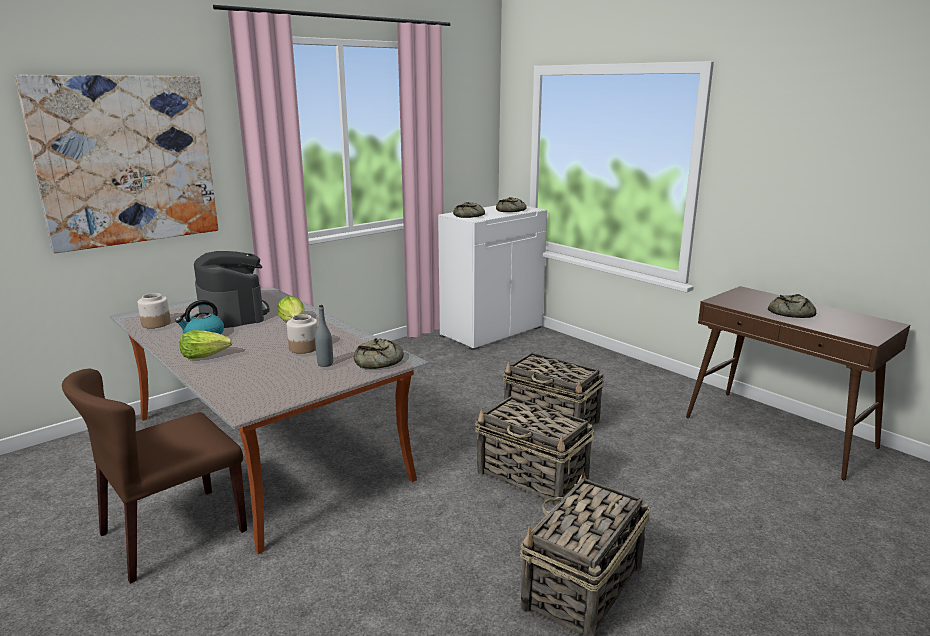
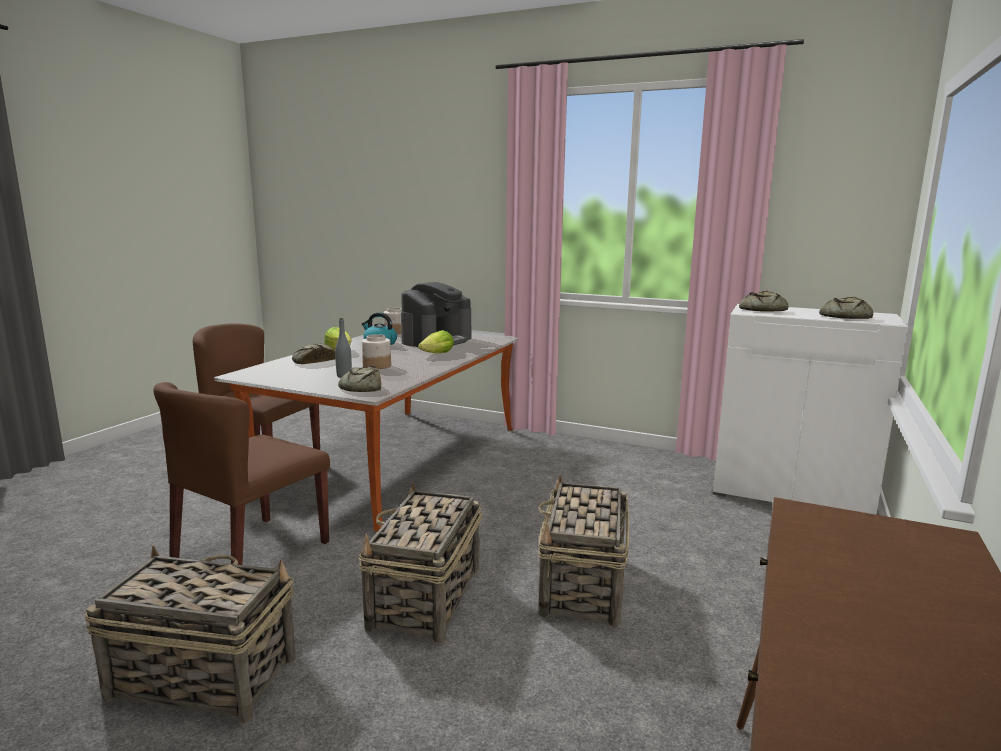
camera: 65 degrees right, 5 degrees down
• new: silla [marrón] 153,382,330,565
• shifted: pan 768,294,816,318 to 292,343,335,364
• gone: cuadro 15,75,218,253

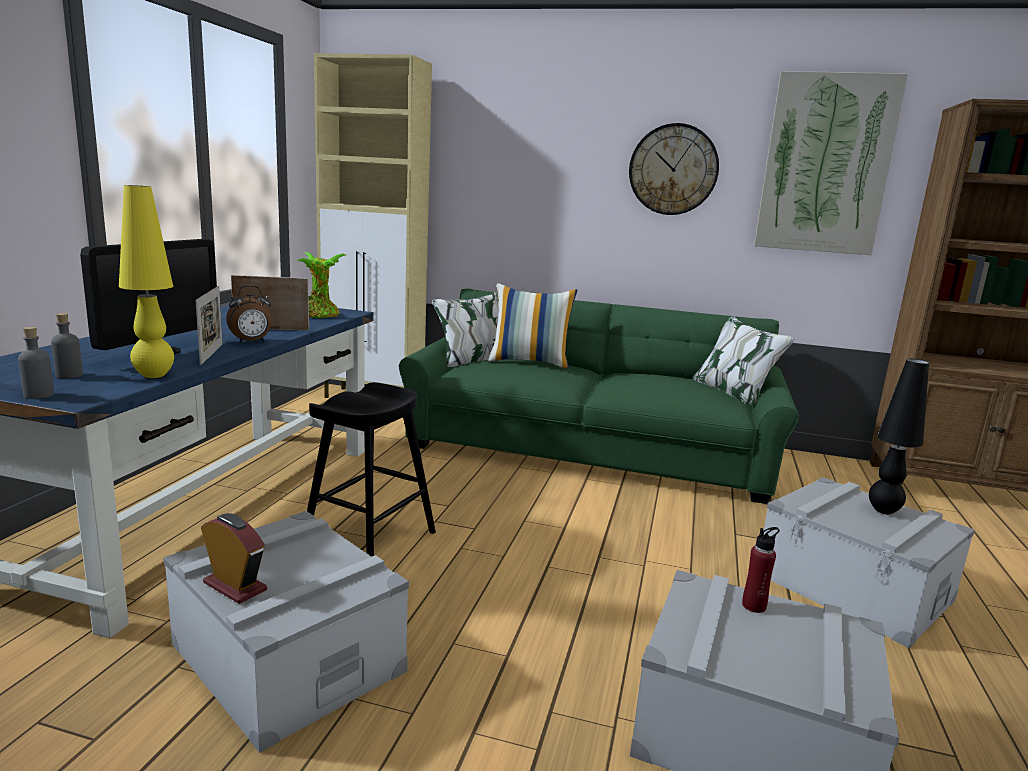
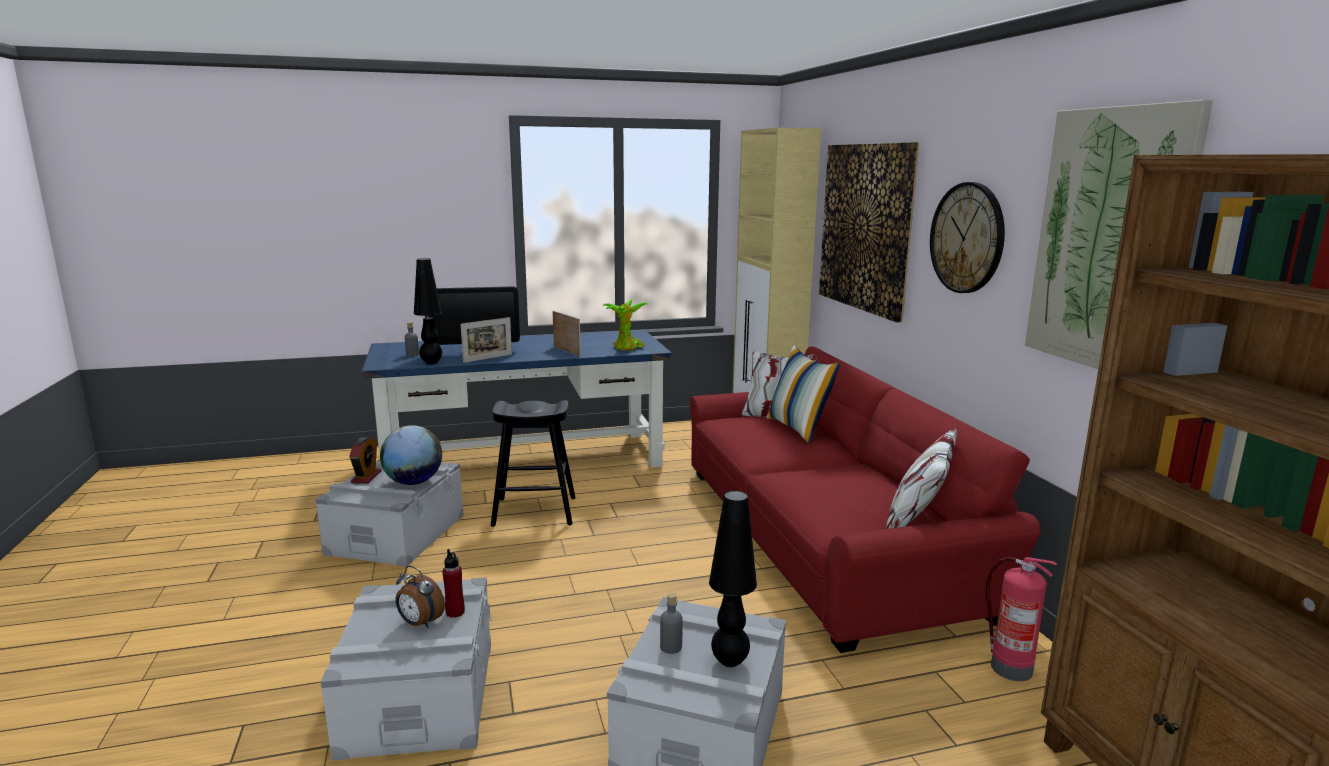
camera: 60 degrees right, 0 degrees up
• new: globo terráqueo 380,425,442,485
• shifted: despertador 226,285,272,343 to 396,566,445,628
• repainted: lámpara de mesa [amarillo] 119,185,174,378 to lámpara de mesa [negro] 414,258,442,364
• shifted: botella [gris] 18,327,54,399 to 660,593,683,654
• repainted: sofá [verde] 399,289,799,504 to sofá [rojo] 690,347,1041,653
• new: cuadro 819,142,919,322
• new: extintor 986,557,1057,681

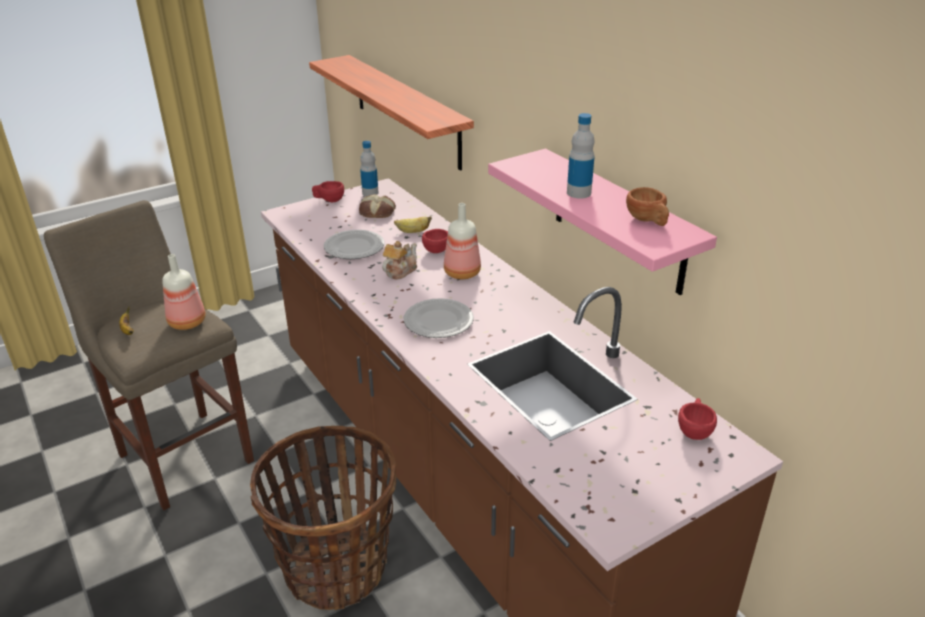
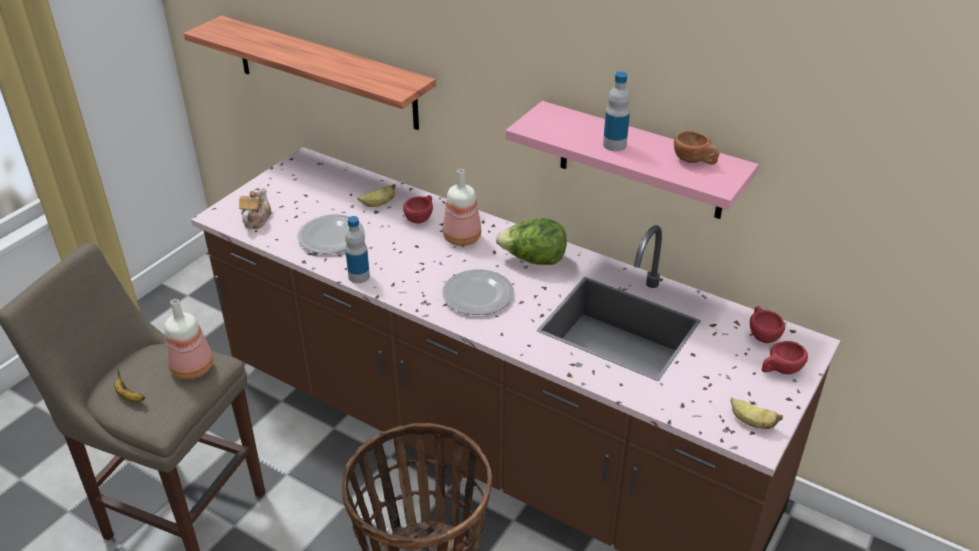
camera: 25 degrees left, 5 degrees up
• shifted: tetera 382,241,417,280 to 239,188,272,229
• shifted: botella 360,141,379,196 to 345,216,370,283
• new: lechuga 496,218,567,265
• new: plátano 731,397,783,429
• shifted: taza [rojo] 312,181,344,202 to 762,341,808,374
• gone: pan 359,194,396,218

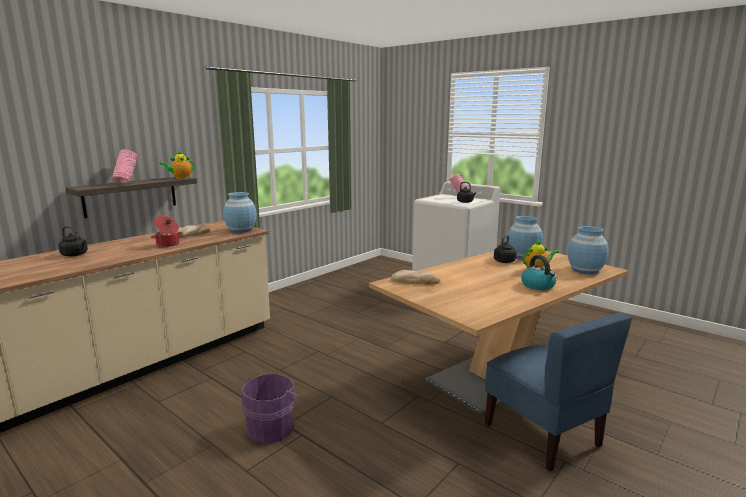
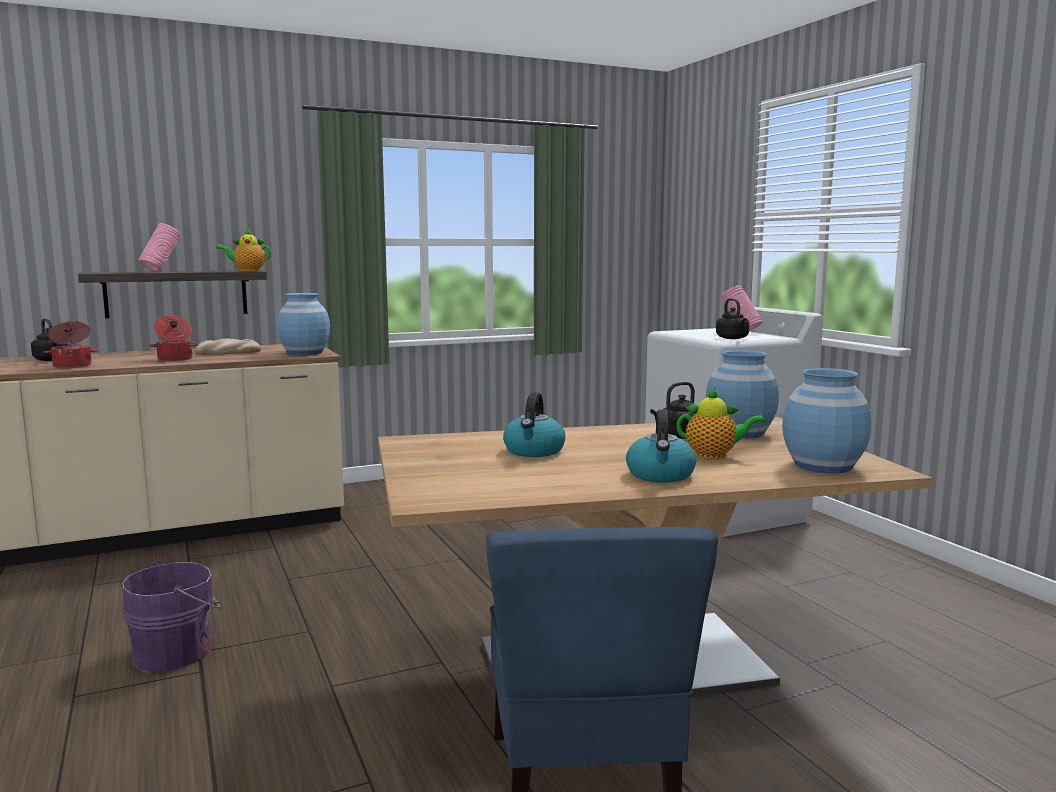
camera: 25 degrees right, 5 degrees down
• new: olla 43,321,98,368
• new: hervidor 503,392,566,457
• gone: pan 391,270,440,285

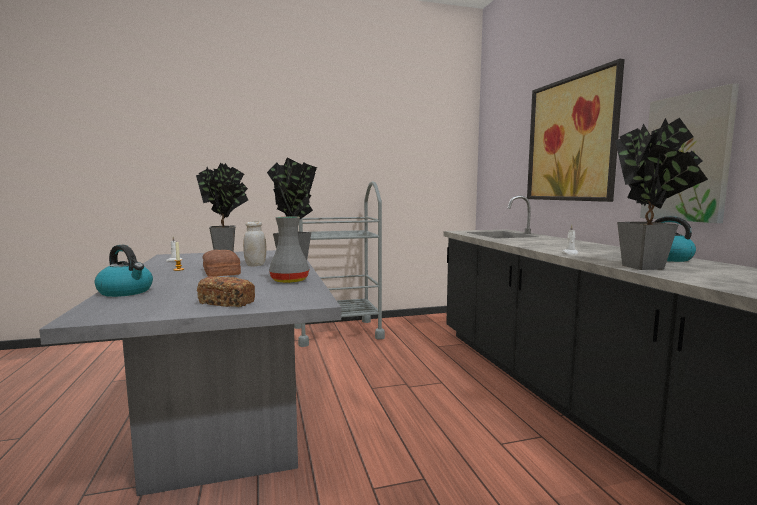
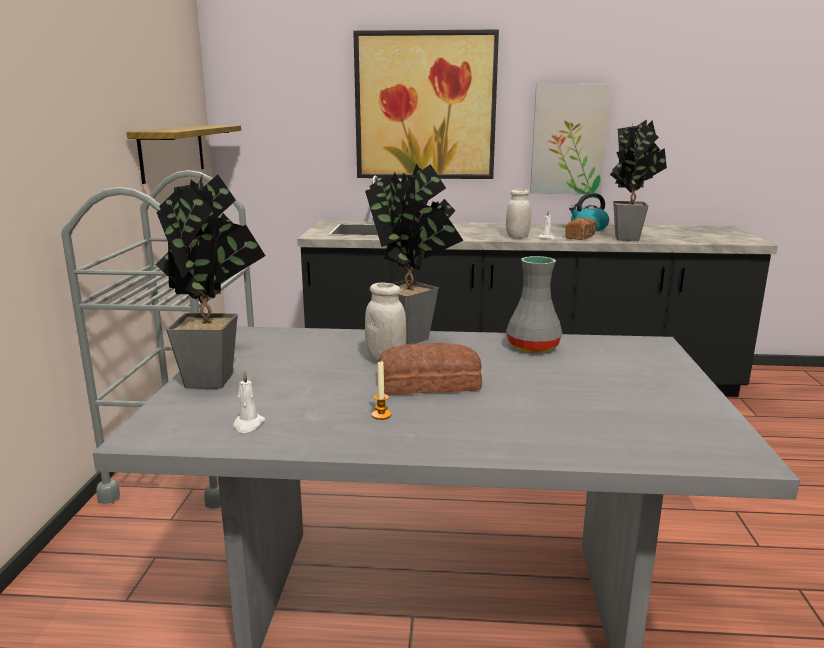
camera: 70 degrees left, 10 degrees up
• new: estante 127,125,241,184
• new: tarro [blanco] 506,189,531,238
• shifted: pan 197,276,255,307 to 565,218,596,240
• gone: hervidor 95,245,153,297

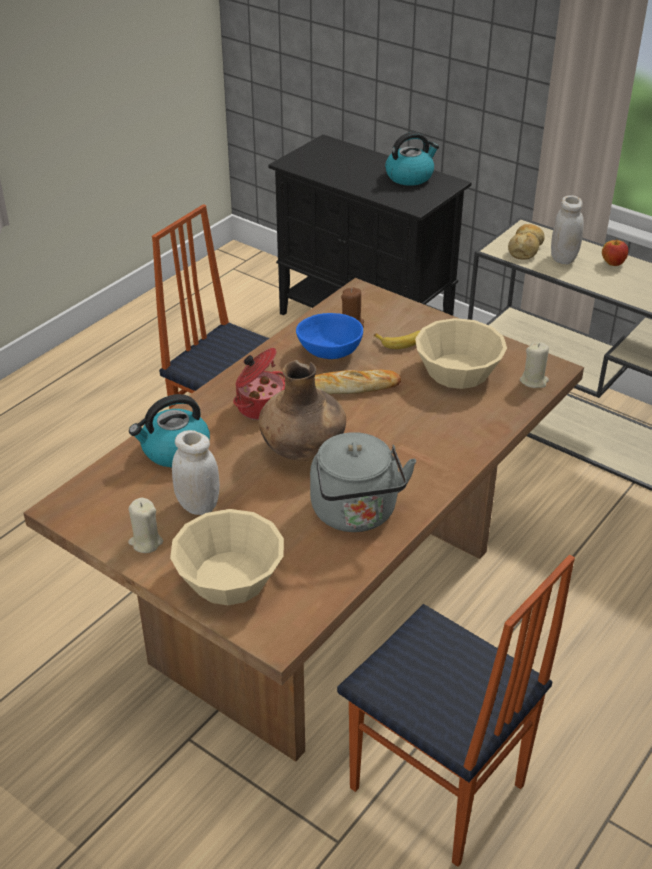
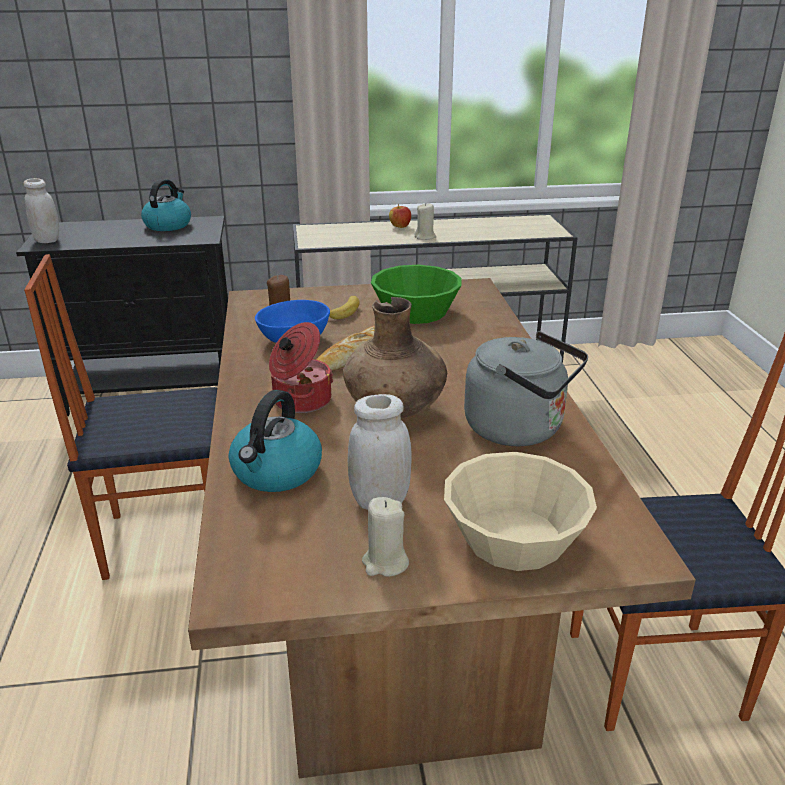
camera: 45 degrees left, 10 degrees down
• shifted: tarro [blanco] 551,195,584,264 to 24,178,59,243
• repainted: cuenco [beis] 415,318,507,389 to cuenco [verde] 371,265,461,324
• shifted: vela [beis] 520,342,549,388 to 415,203,436,240
• gone: pan 508,224,545,259

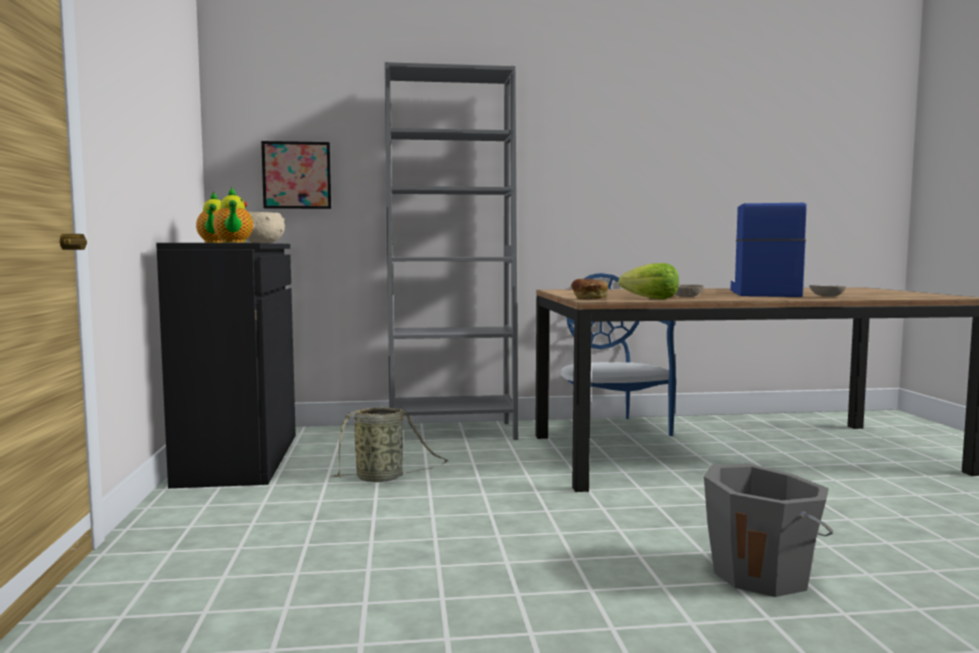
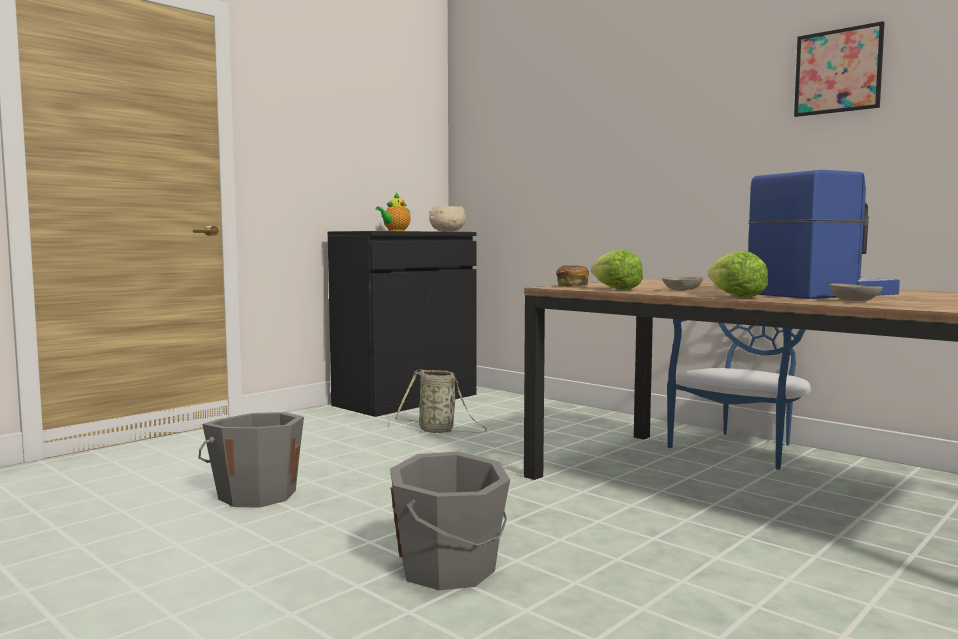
camera: 50 degrees right, 0 degrees up
• new: cubo [gris] 199,412,304,508
• new: lechuga 708,251,768,298
• shifted: cuadro 261,141,331,209 to 794,21,885,117
• gone: tetera 213,187,253,243
• gone: estantería [gris] 385,62,518,440

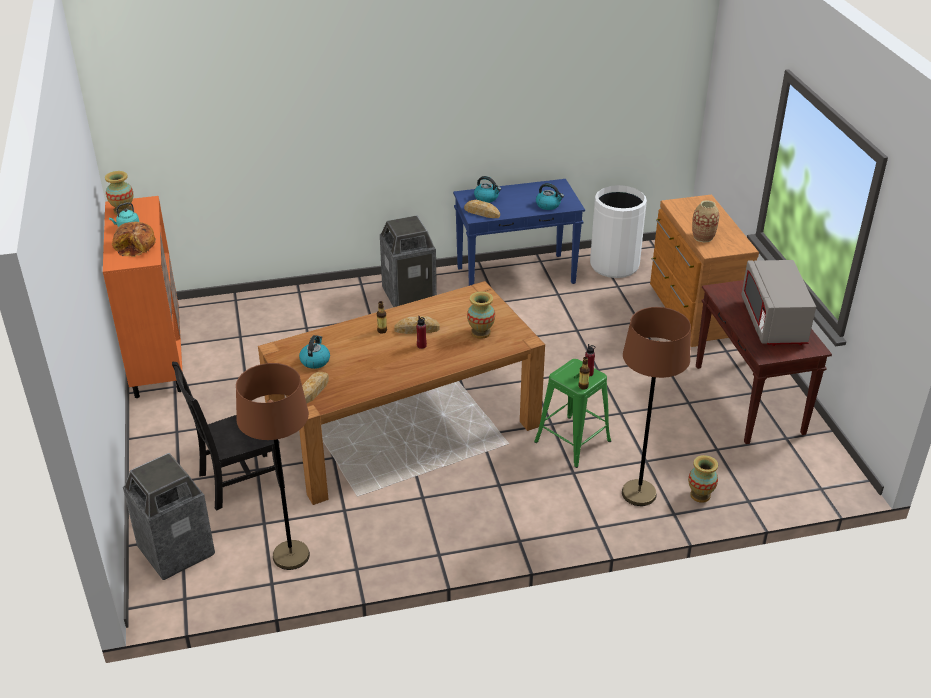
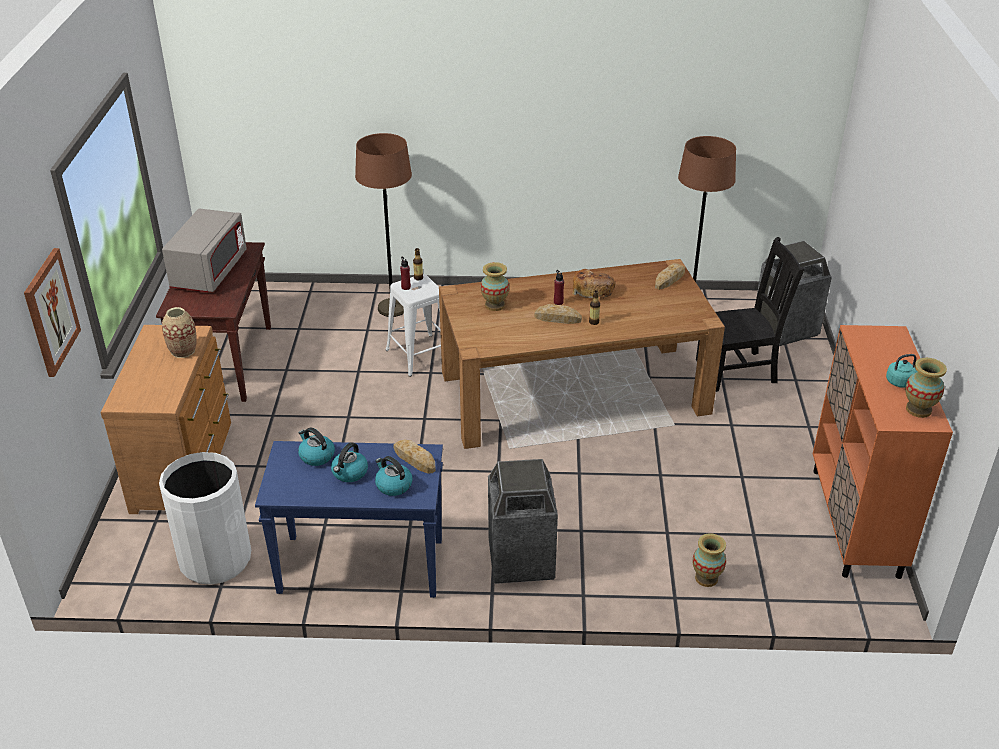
camera: 165 degrees left, 0 degrees up
• new: cuadro 24,248,81,377
• shifted: hervidor 299,335,330,369 to 331,442,368,482
• repainted: taburete [verde] 534,359,611,468 to taburete [blanco] 385,274,441,377
• shifted: pan 112,222,156,257 to 572,269,616,299
• shifted: florero 688,455,718,503 to 693,533,726,587

